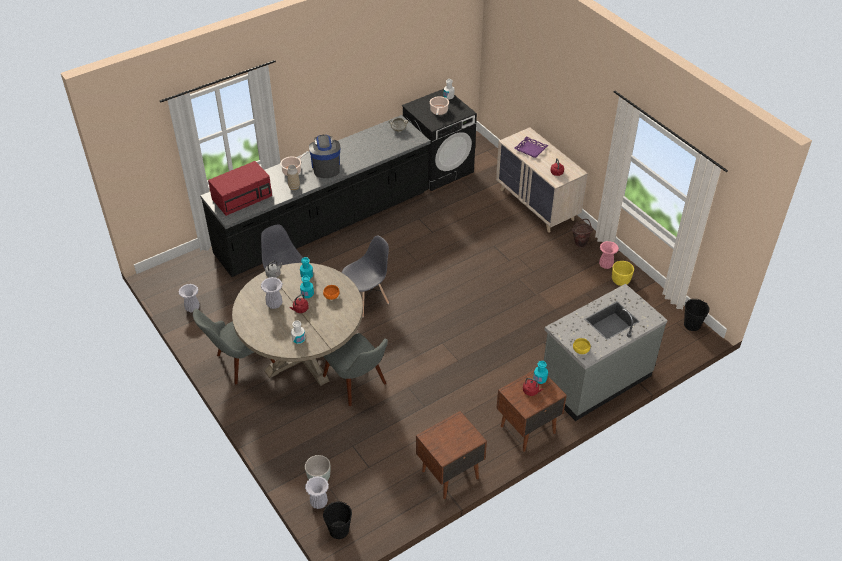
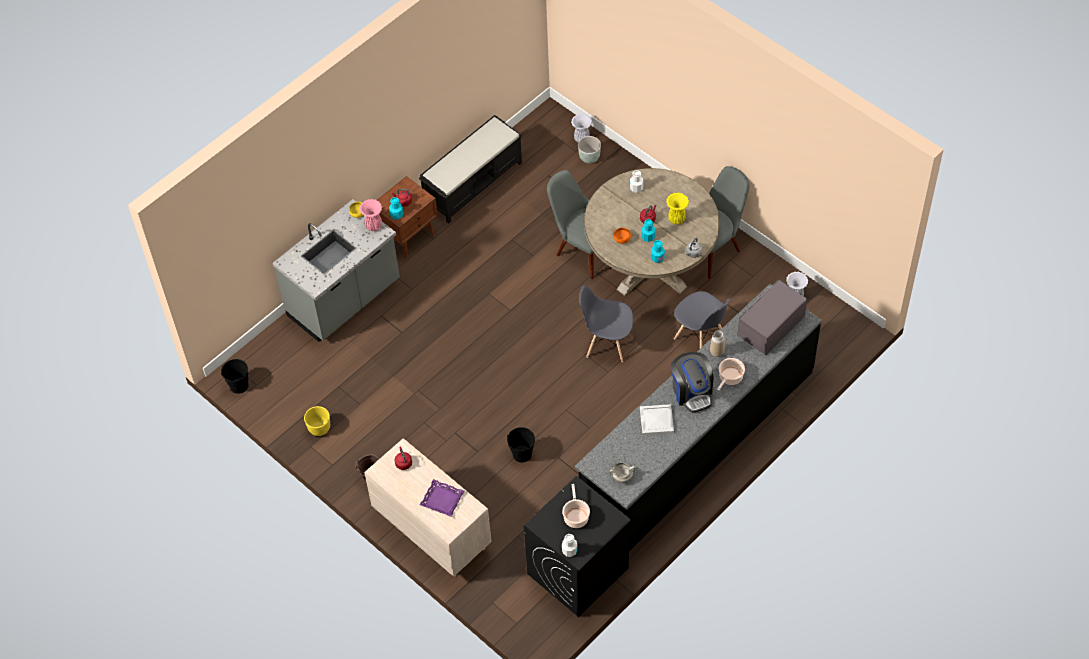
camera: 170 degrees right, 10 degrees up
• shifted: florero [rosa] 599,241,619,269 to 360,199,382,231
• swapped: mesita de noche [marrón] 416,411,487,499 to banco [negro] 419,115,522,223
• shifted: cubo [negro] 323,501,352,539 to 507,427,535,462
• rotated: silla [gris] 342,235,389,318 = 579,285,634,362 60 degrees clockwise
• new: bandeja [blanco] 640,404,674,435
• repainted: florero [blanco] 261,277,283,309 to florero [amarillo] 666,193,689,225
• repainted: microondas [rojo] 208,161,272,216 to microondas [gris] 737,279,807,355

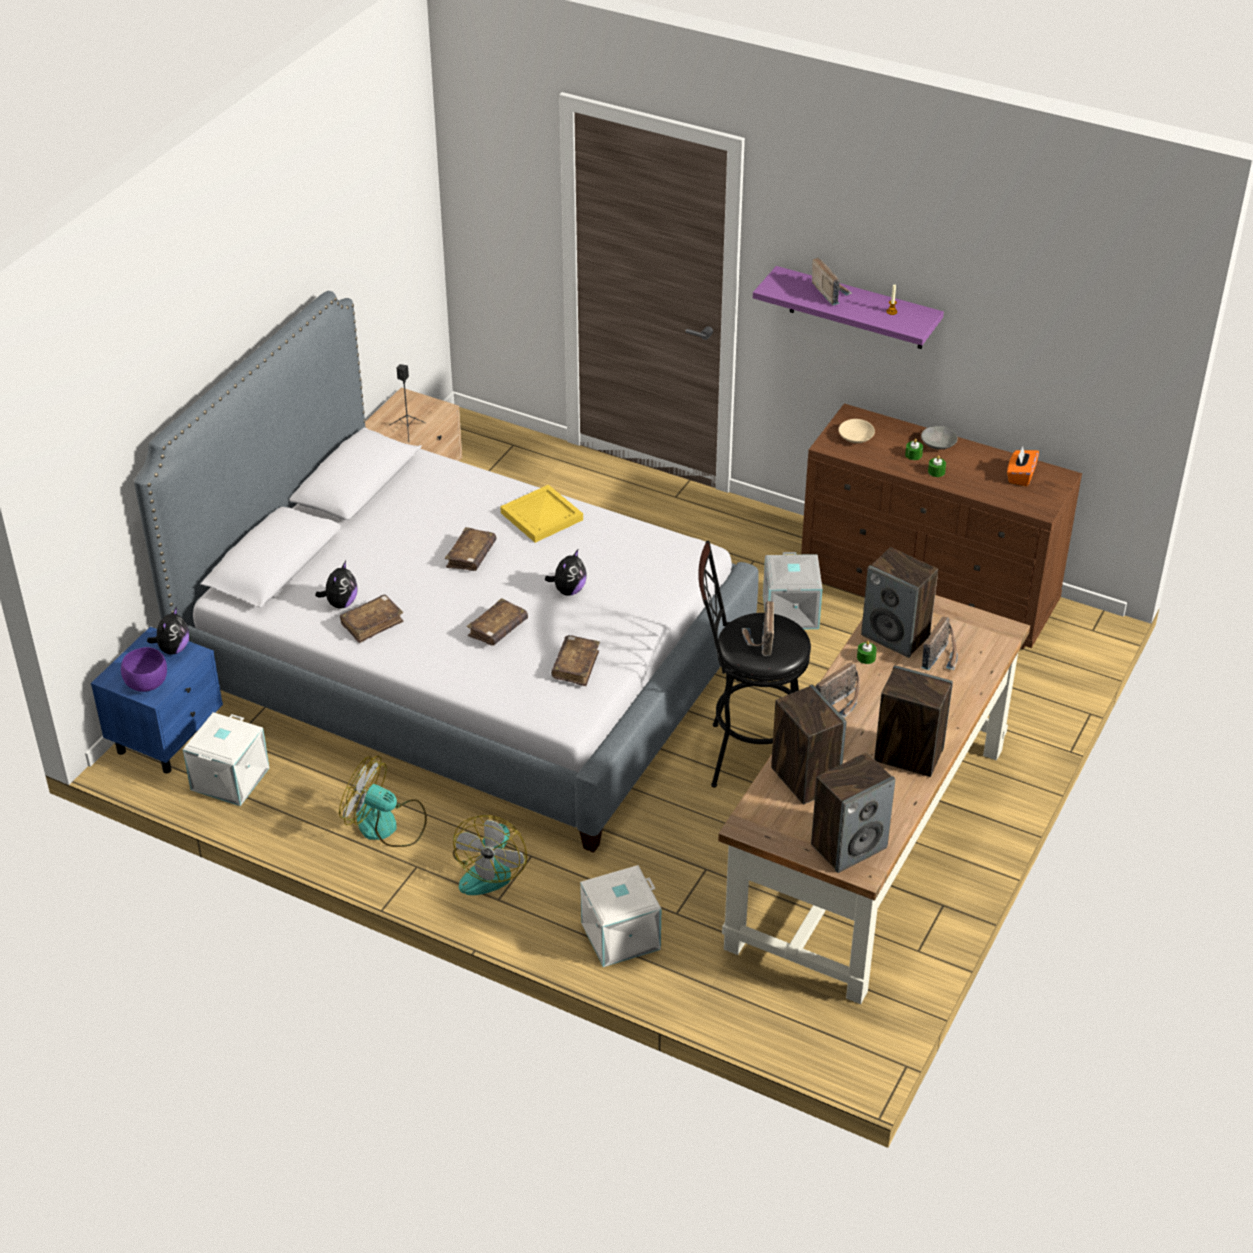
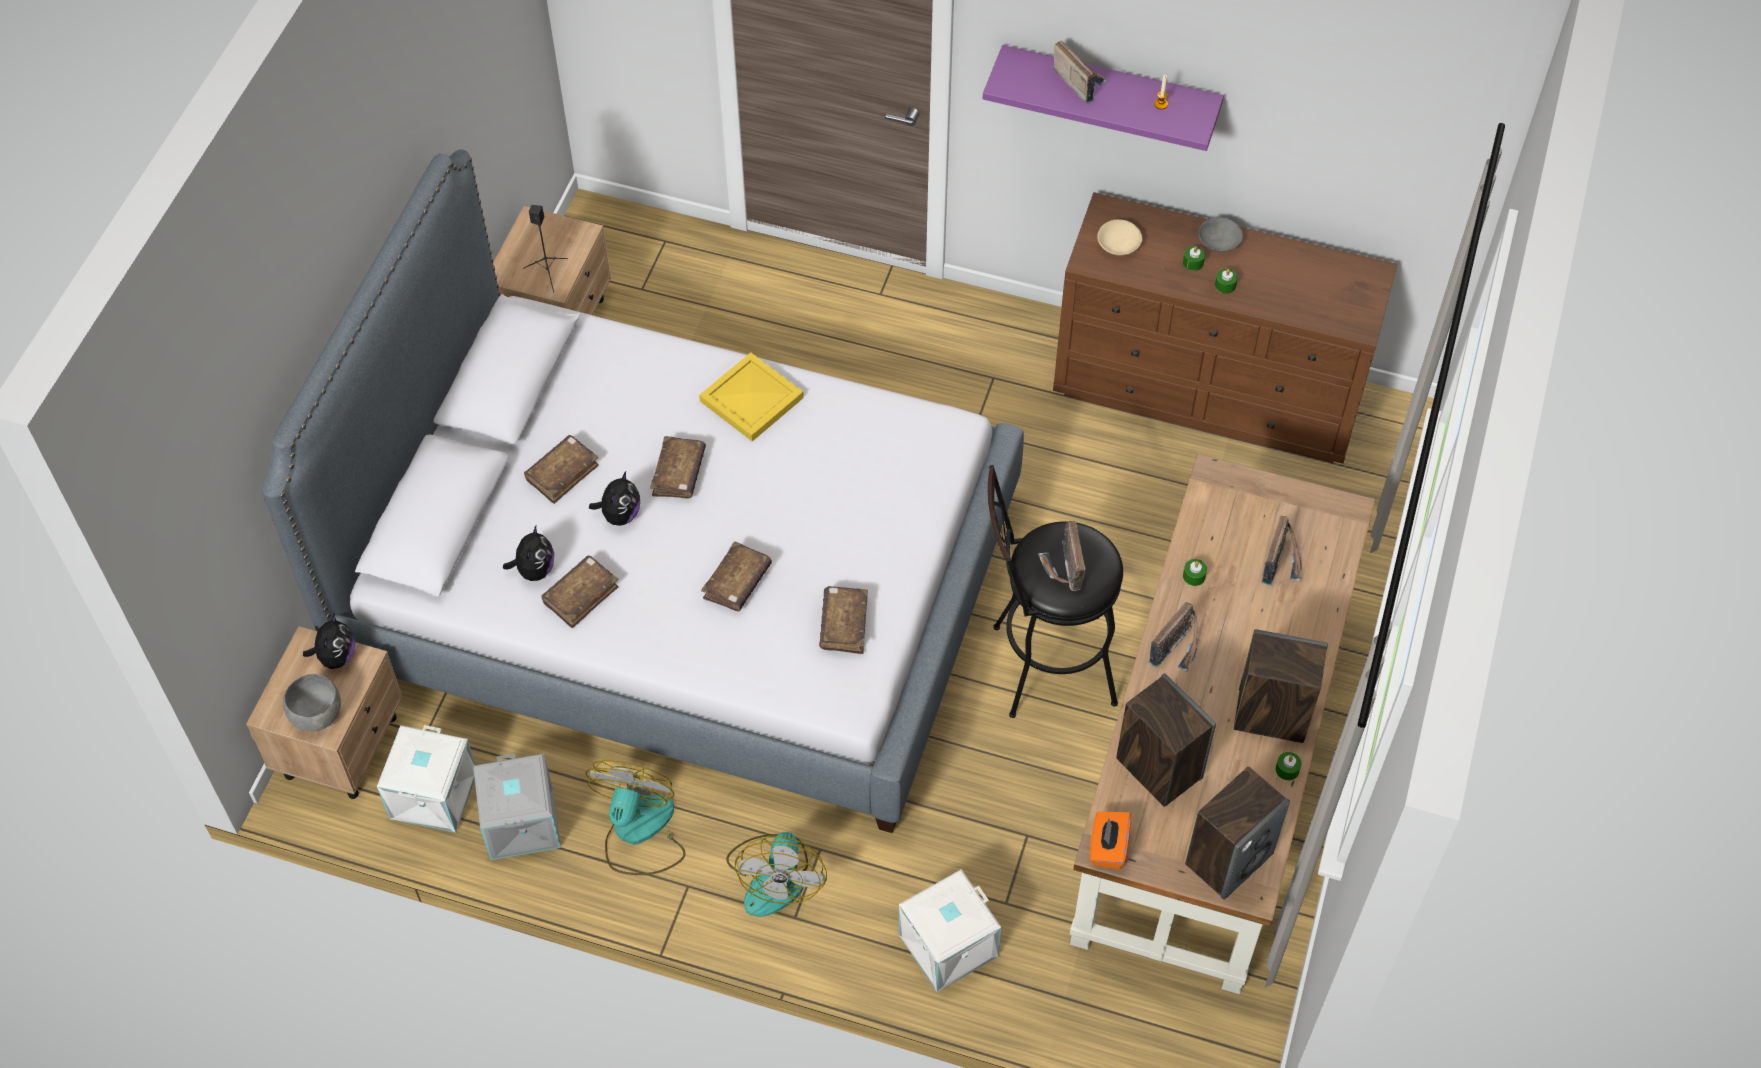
camera: 10 degrees left, 15 degrees up
• repainted: mesita de noche [azul] 91,627,223,773 to mesita de noche [beis] 246,626,403,799
• repainted: cuenco [morado] 121,647,167,692 to cuenco [gris] 283,674,341,732
• shifted: caja de almacenaje [gris] 763,552,822,629 to 473,753,561,860
• new: libro [marrón] 524,435,599,504
• rotated: ventilador 339,756,427,847 = 586,760,686,875 90 degrees clockwise
• shifted: peluche 545,549,587,596 to 589,472,640,526
• shifted: caja de pañuelos [naranja] 1007,447,1039,486 to 1090,811,1131,869
• new: vela [verde] 1275,752,1302,780
• gone: altavoz 861,547,938,658

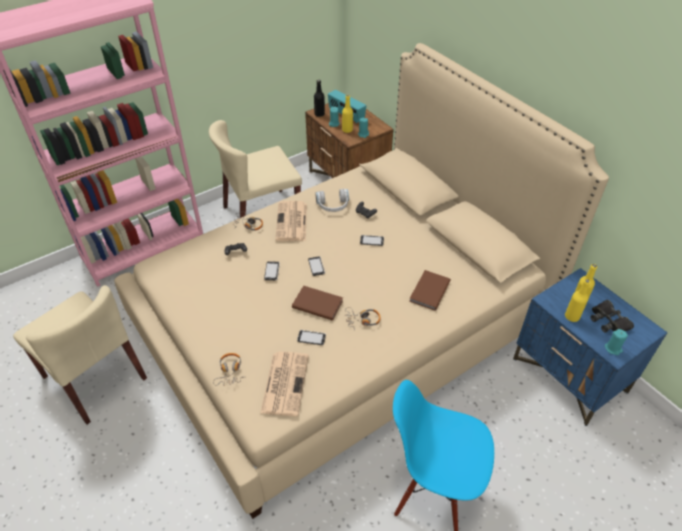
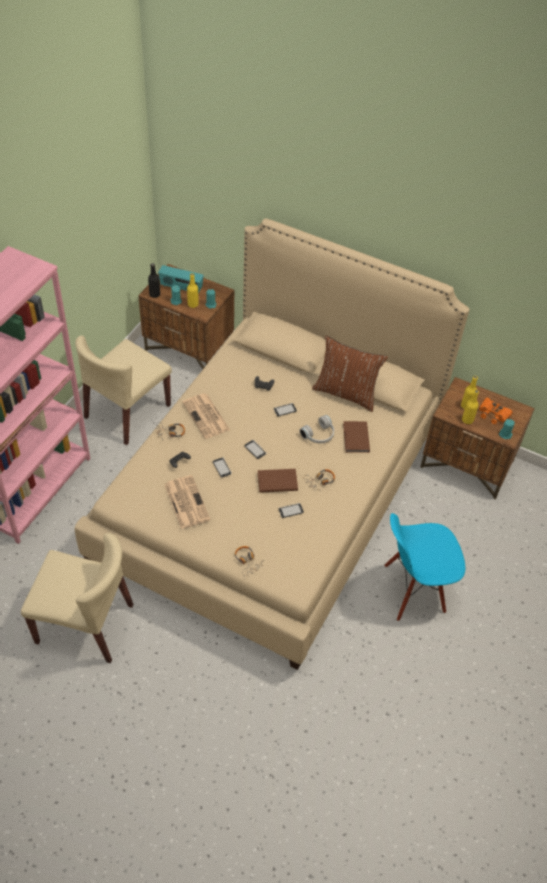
camera: 30 degrees left, 5 degrees up
• shifted: periódico 260,352,309,416 to 165,475,210,529
• shifted: auriculares [blanco] 315,189,349,212 to 300,415,334,444
• new: cojín [marrón] 312,336,388,412
• repainted: mesita de noche [azul] 513,268,667,426 to mesita de noche [marrón] 420,377,535,499
• repainted: prismáticos [negro] 591,300,634,333 to prismáticos [naranja] 479,398,513,424

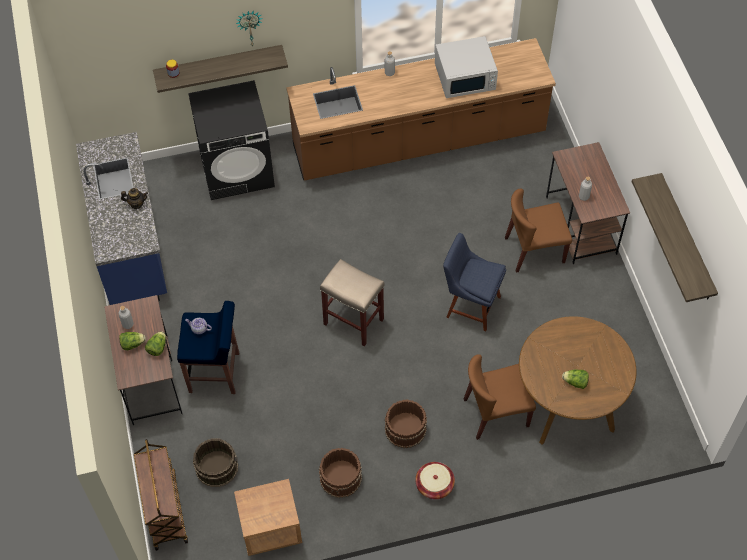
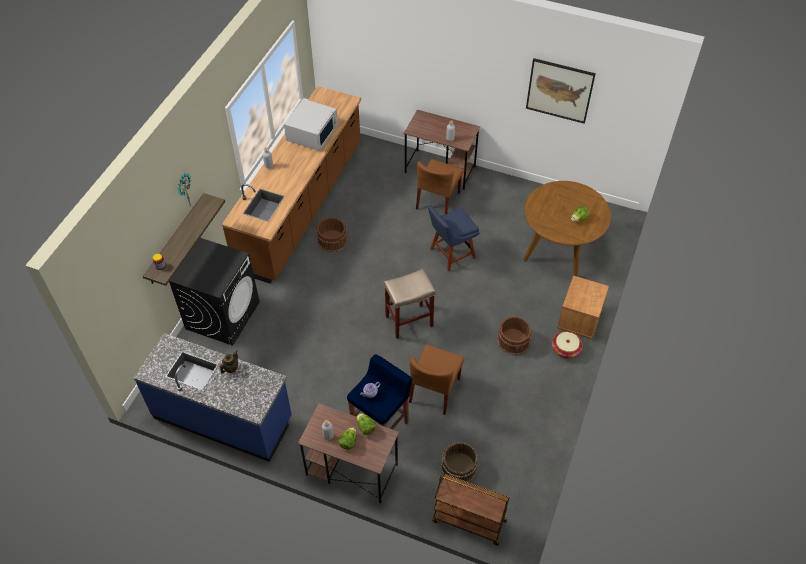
camera: 55 degrees left, 5 degrees down
• shifted: cubo [marrón] 319,448,362,498 to 316,217,348,252
• shifted: silla [marrón] 464,354,536,440 to 409,344,464,415
• swapped: estante 632,173,718,302 to cuadro 526,58,596,124
• shifted: mesita de noche [marrón] 234,479,302,556 to 557,275,609,339

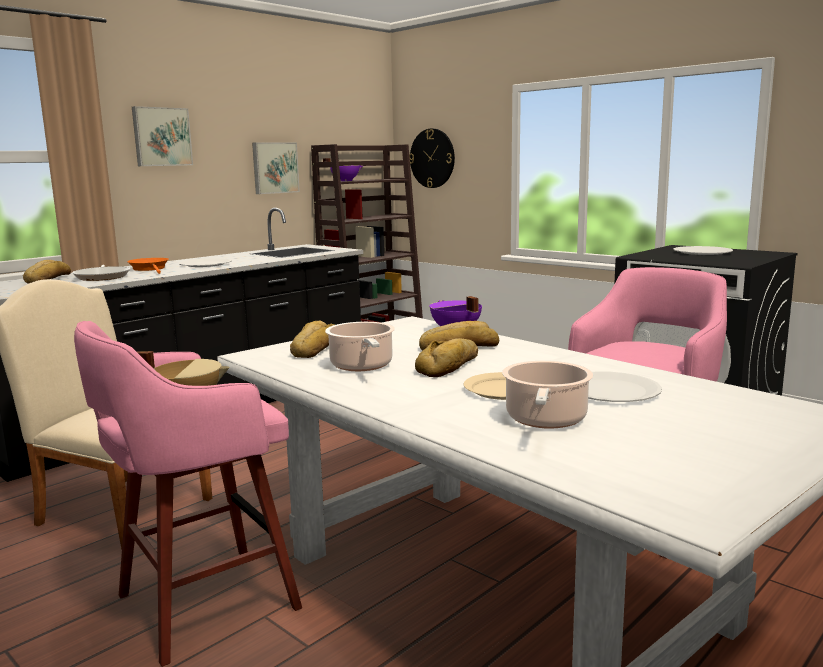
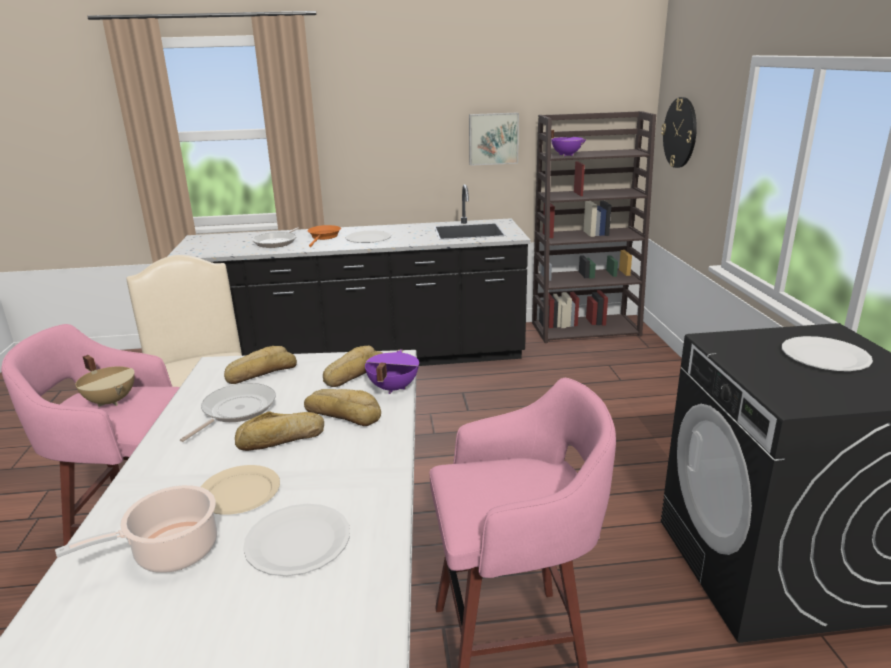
camera: 40 degrees right, 10 degrees up
• swapped: olla 325,322,395,371 to sartén 180,383,276,442
• shifted: pan 23,260,71,283 to 323,345,382,387
• gone: cuadro 132,106,193,166

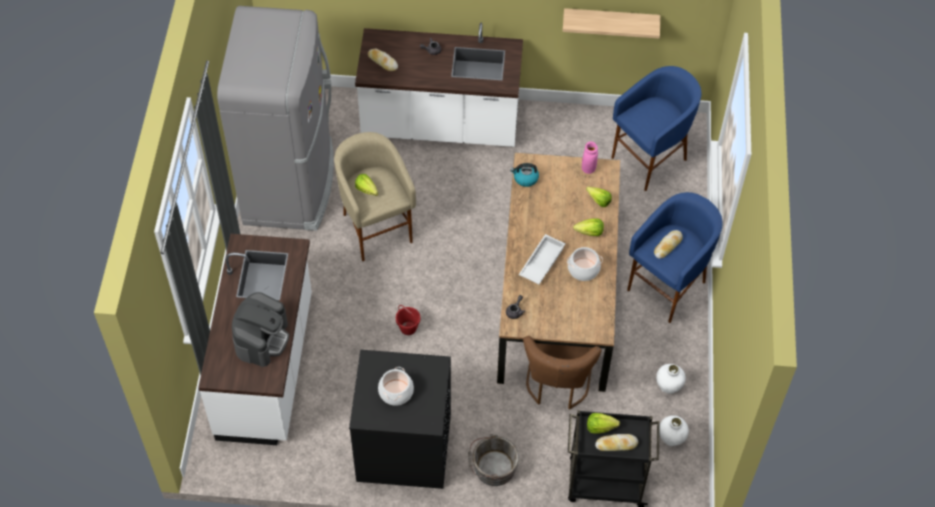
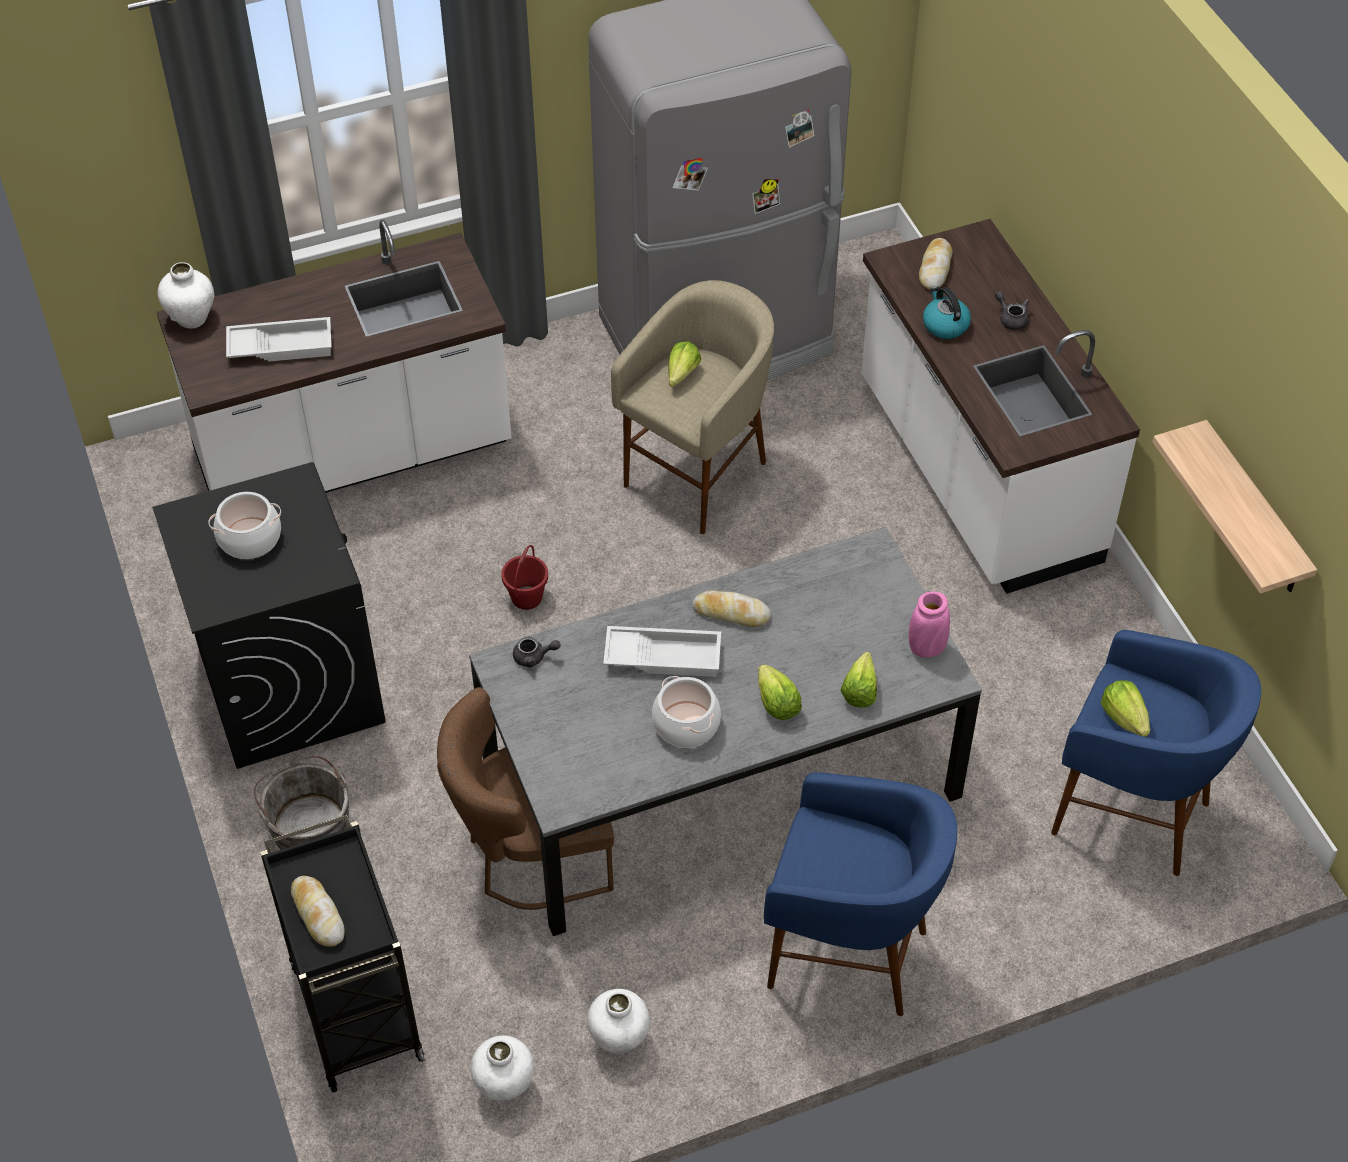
camera: 65 degrees right, 5 degrees down
• new: florero [blanco] 158,262,214,329
• swapped: cafetera 232,292,289,367 to bandeja [blanco] 226,317,332,362
• repainted: mesa de comedor [marrón] 497,153,620,392 to mesa de comedor [gris] 469,527,982,936
• shifted: pan 654,230,683,259 to 692,590,771,627
• shifted: hervidor 510,163,539,187 to 923,286,971,339
• shifted: lechuga 587,413,620,433 to 1101,680,1150,737

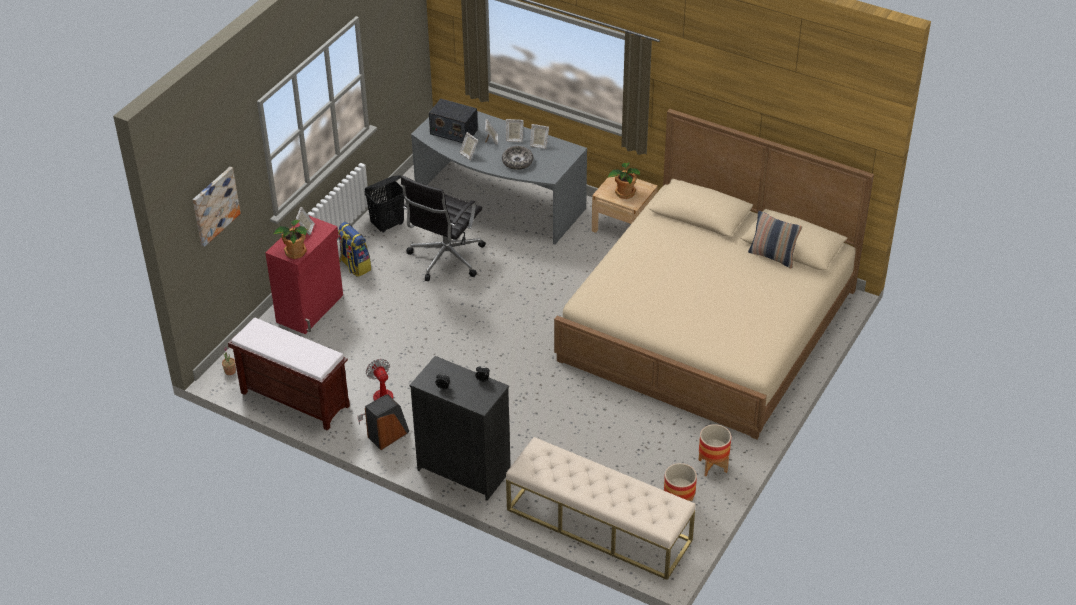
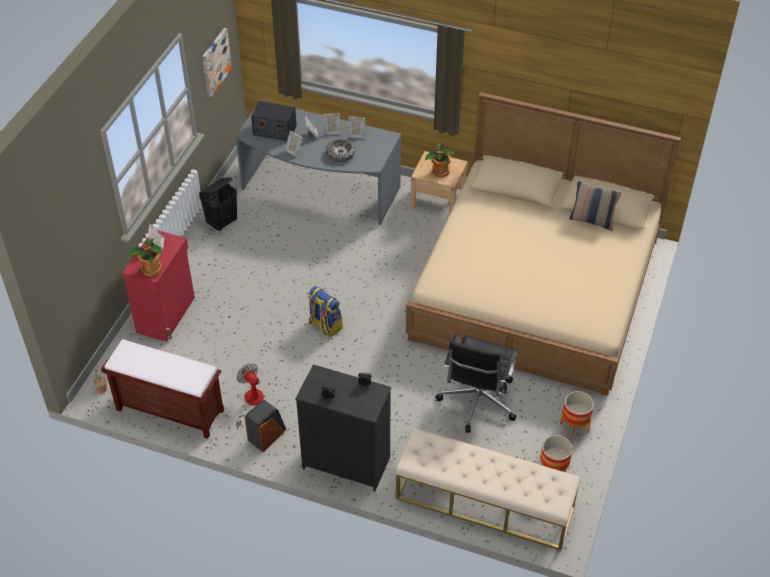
camera: 10 degrees left, 5 degrees up
• shifted: cuadro 193,167,241,247 to 202,28,232,97
• shifted: mochila 338,222,371,277 to 308,286,343,337
• shifted: silla de oficina [negro] 401,176,486,281 to 435,334,518,433

